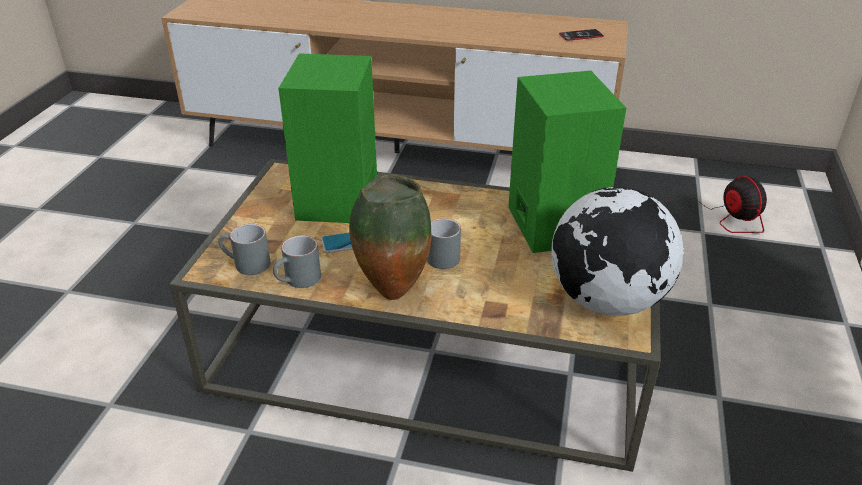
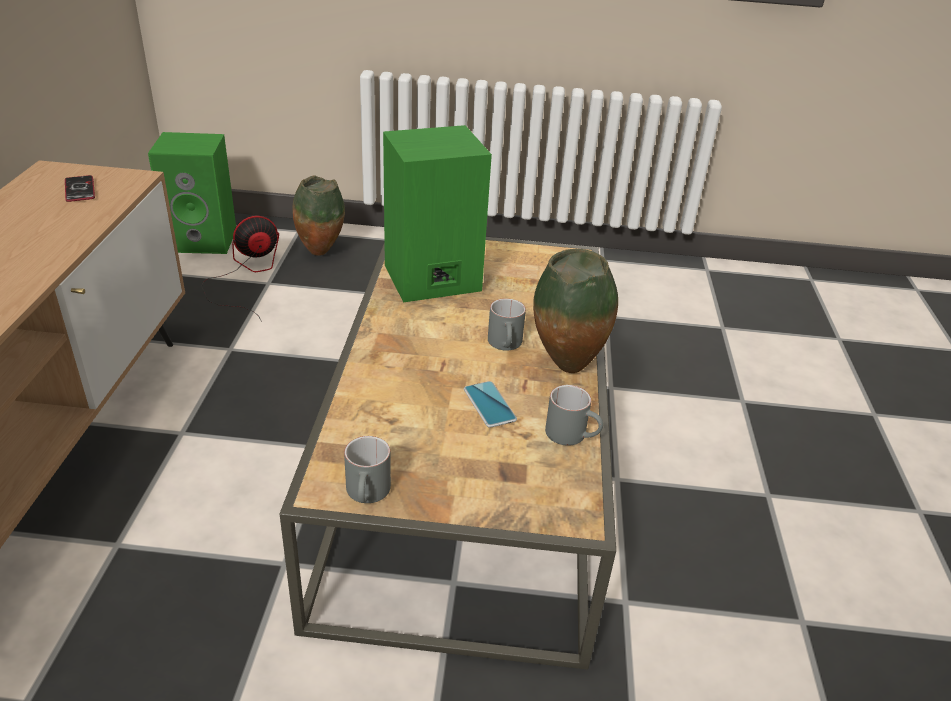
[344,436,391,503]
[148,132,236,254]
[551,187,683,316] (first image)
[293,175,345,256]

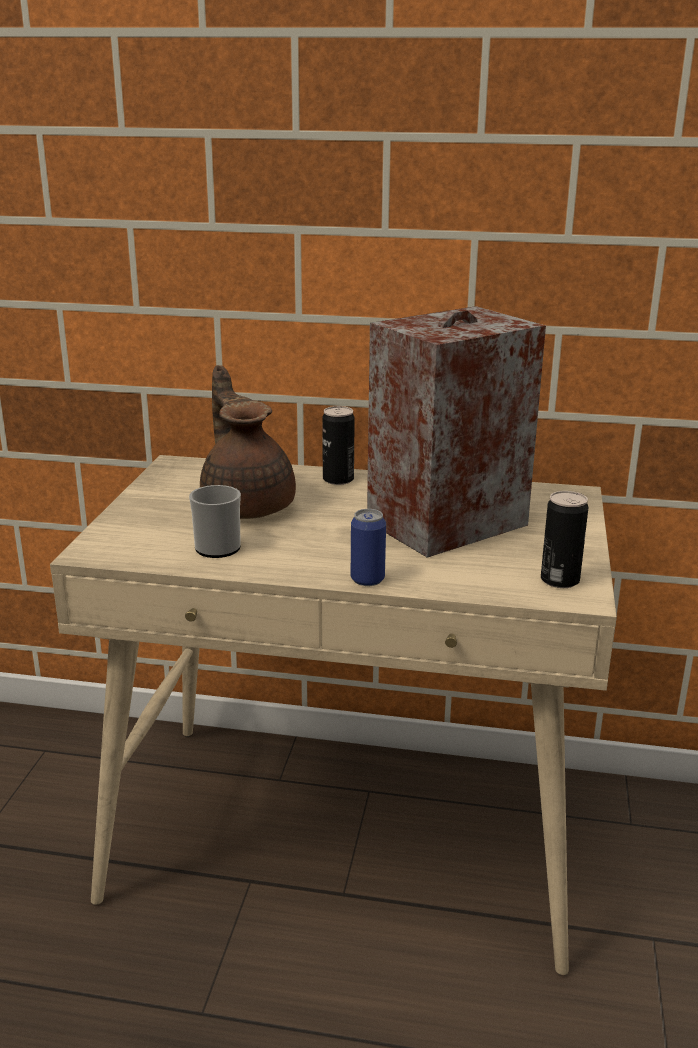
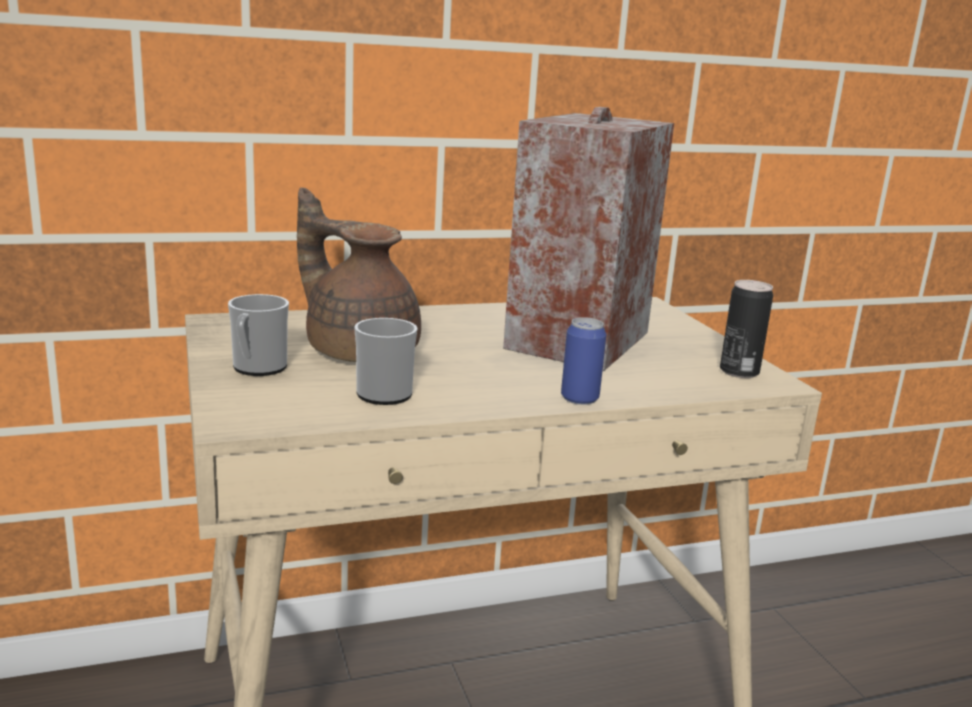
[322,406,355,485] (first image)
[228,294,289,376]

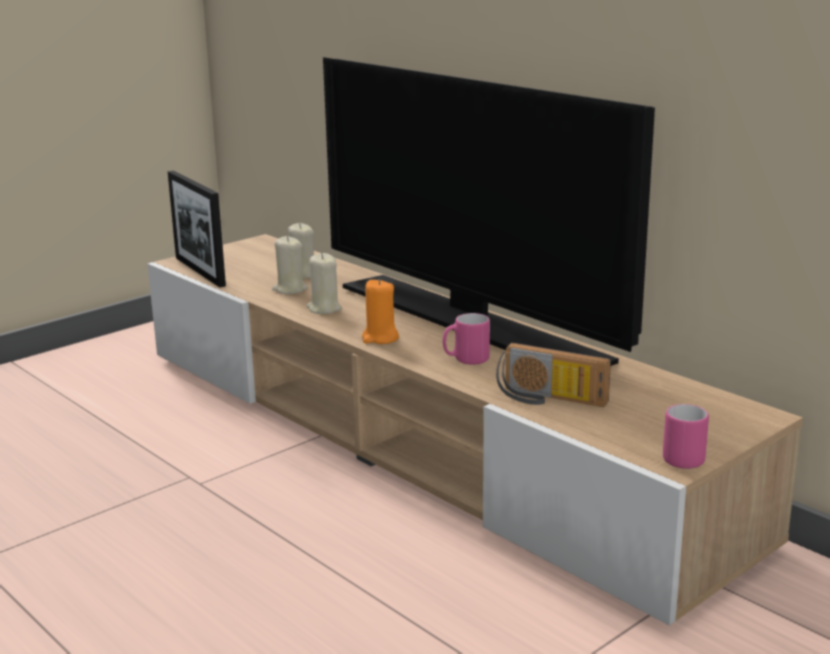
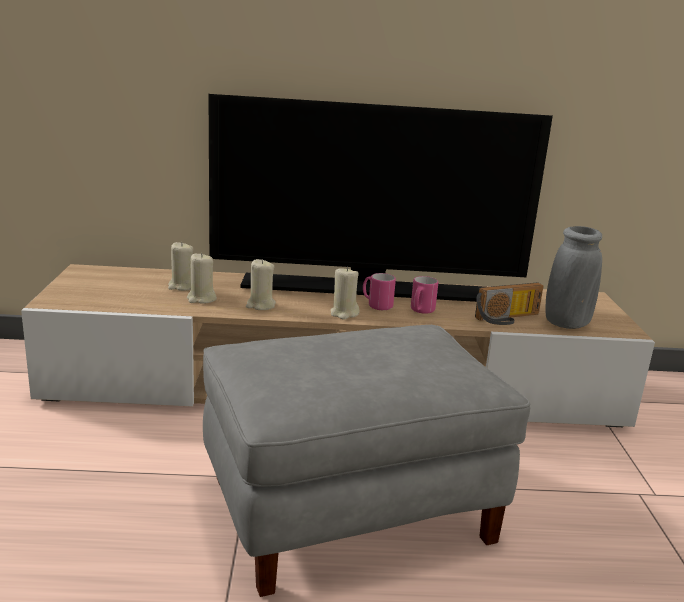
[168,171,226,288] (first image)
[331,267,359,320]
[363,273,396,310]
[203,325,530,597]
[546,226,602,329]

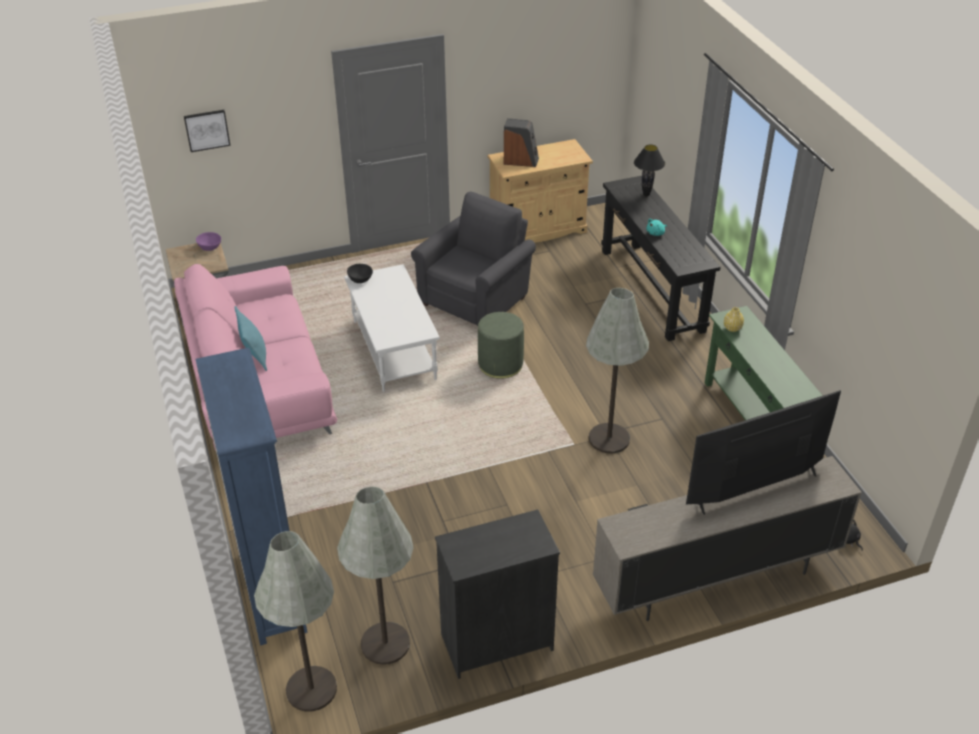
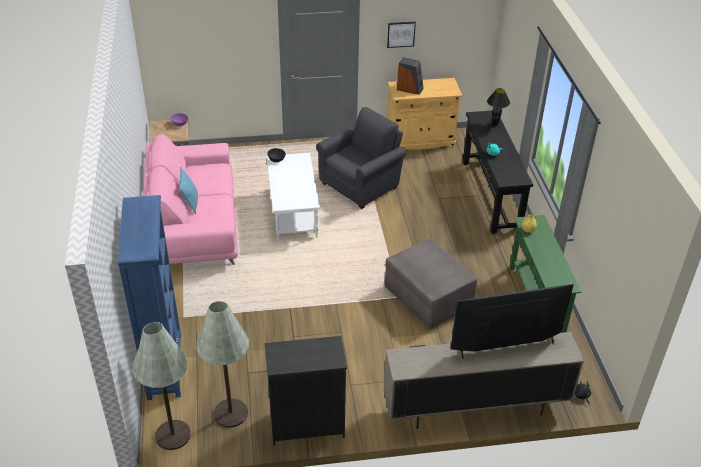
[387,22,416,48]
[478,312,524,379] (first image)
[385,239,477,329]

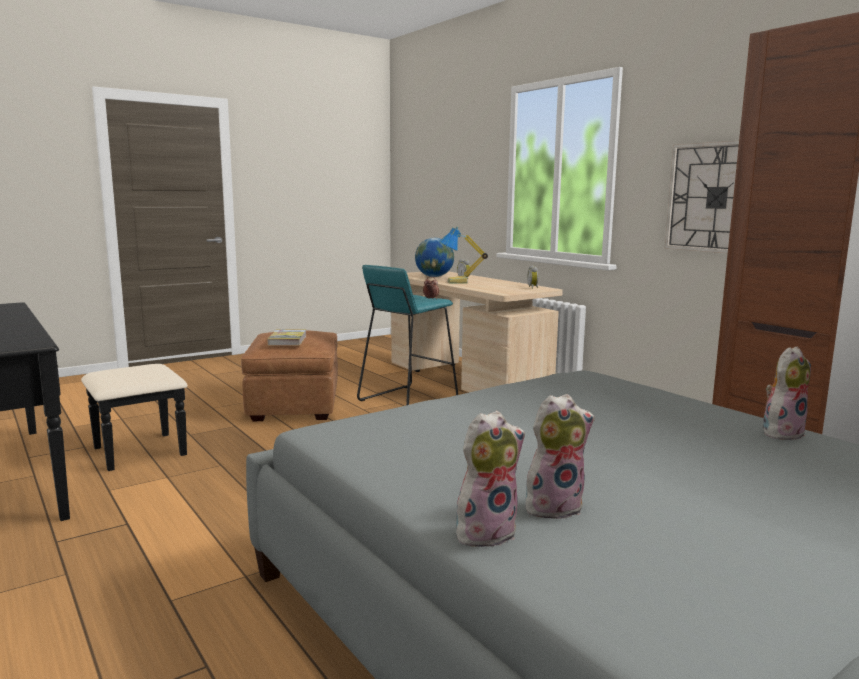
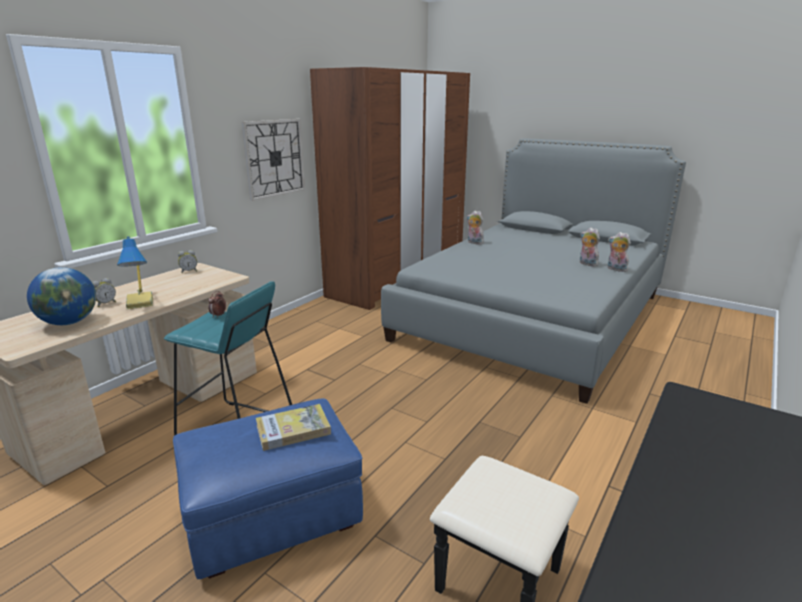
[173,398,363,579]

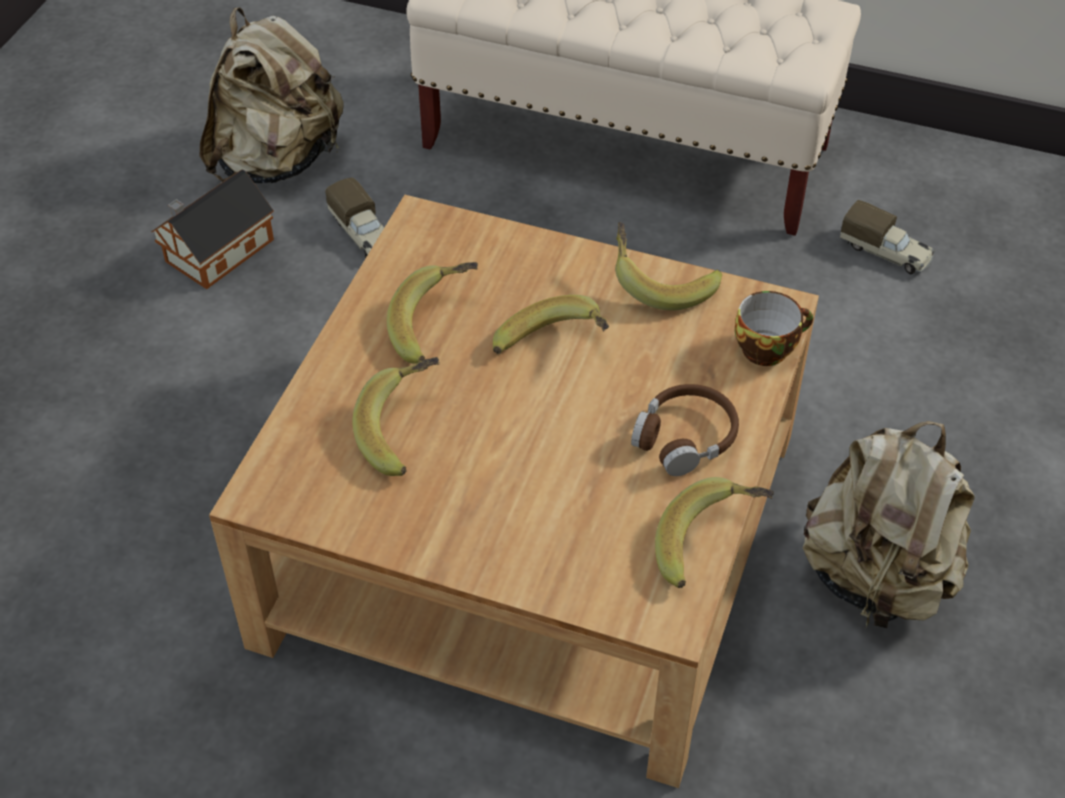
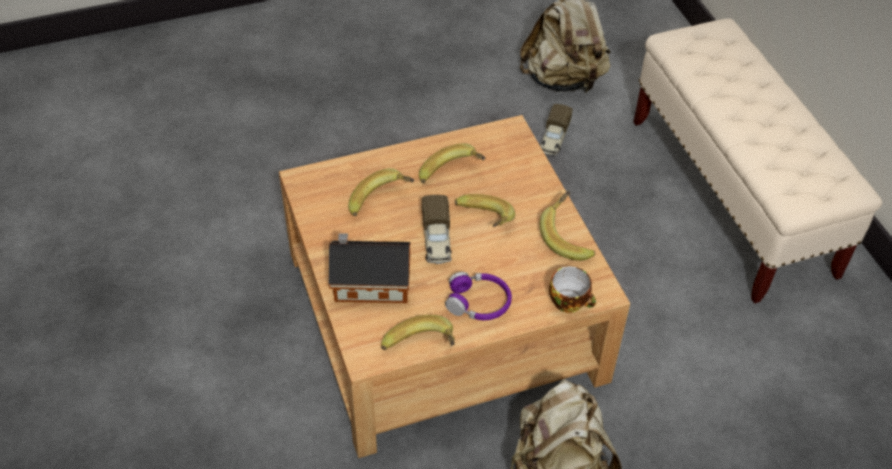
[329,233,411,303]
[445,272,512,320]
[422,195,452,264]

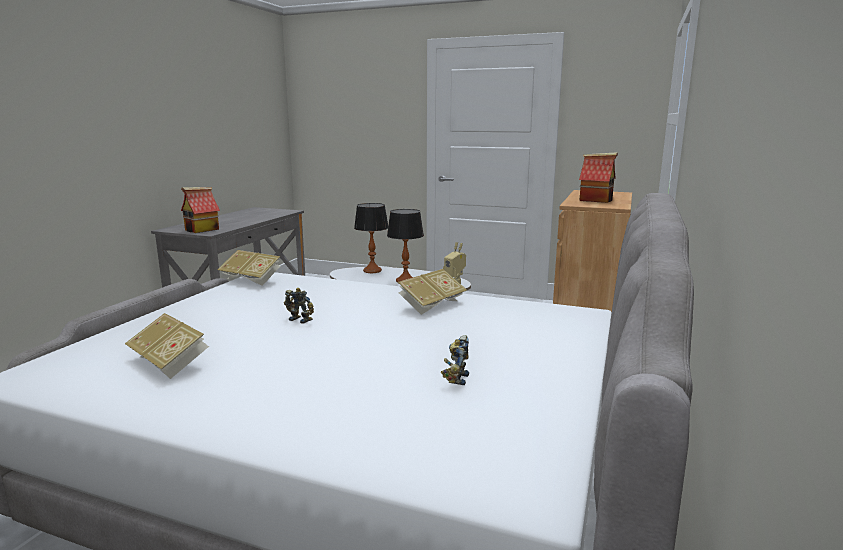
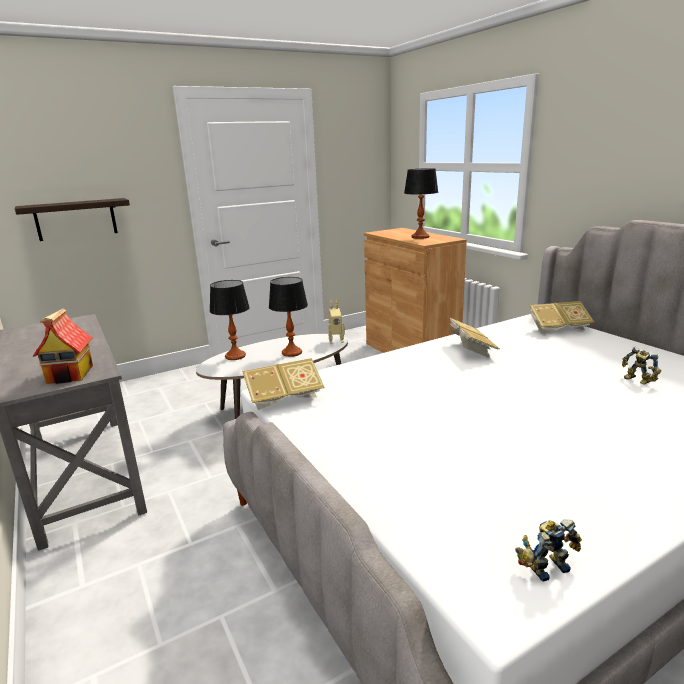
[529,301,595,334]
[515,520,582,582]
[404,168,438,239]
[15,198,130,241]

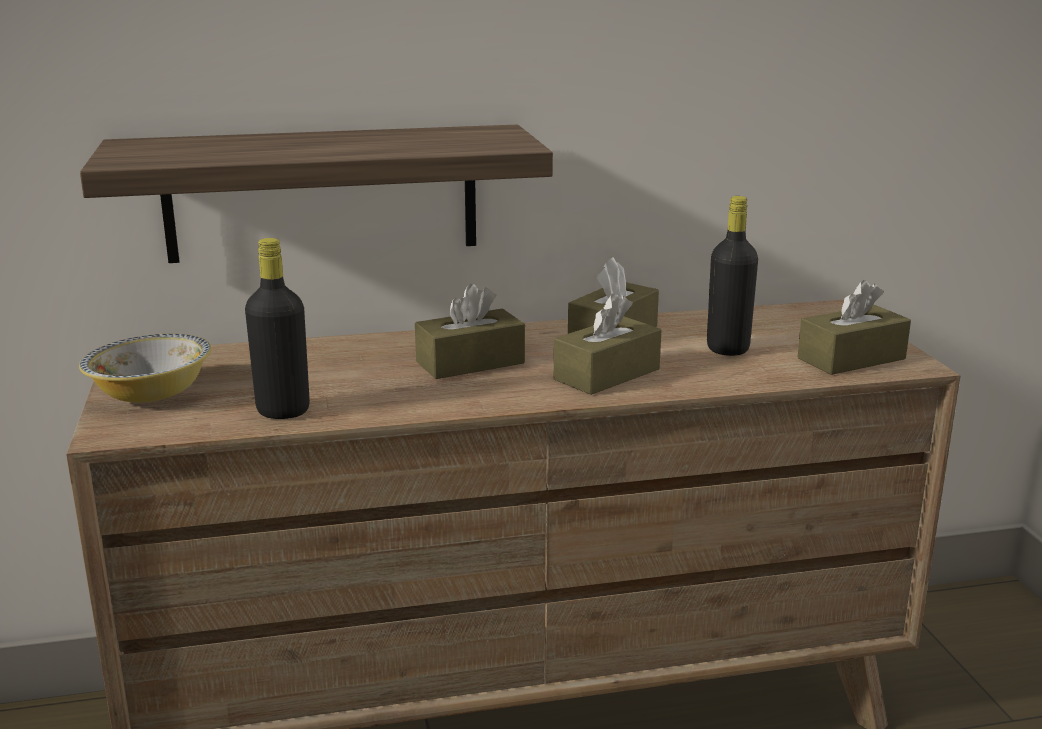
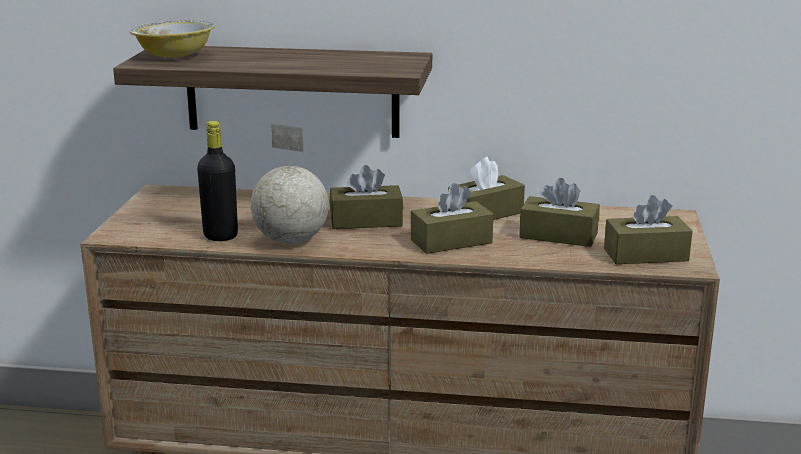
[130,20,215,57]
[519,178,600,247]
[251,124,329,244]

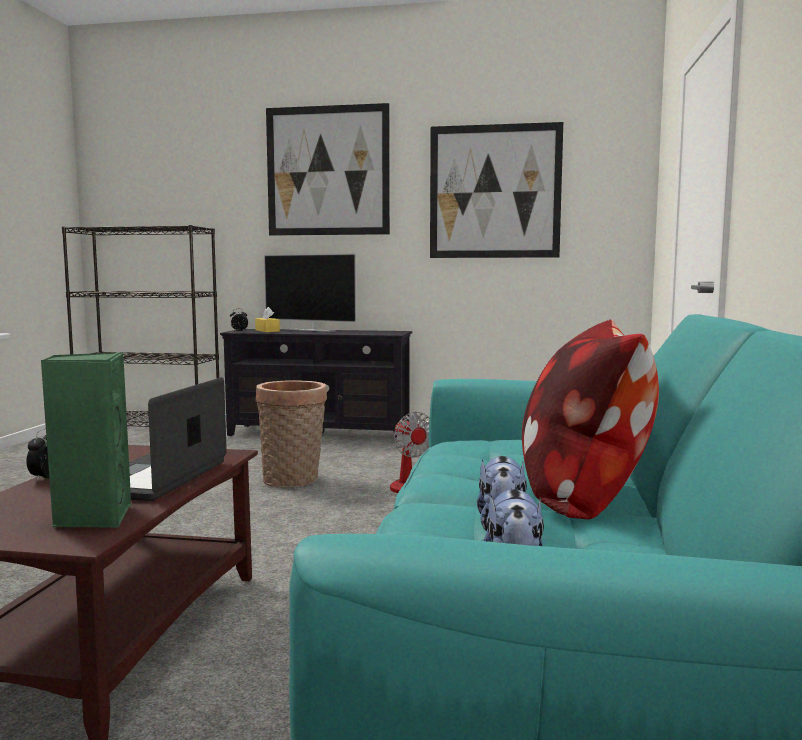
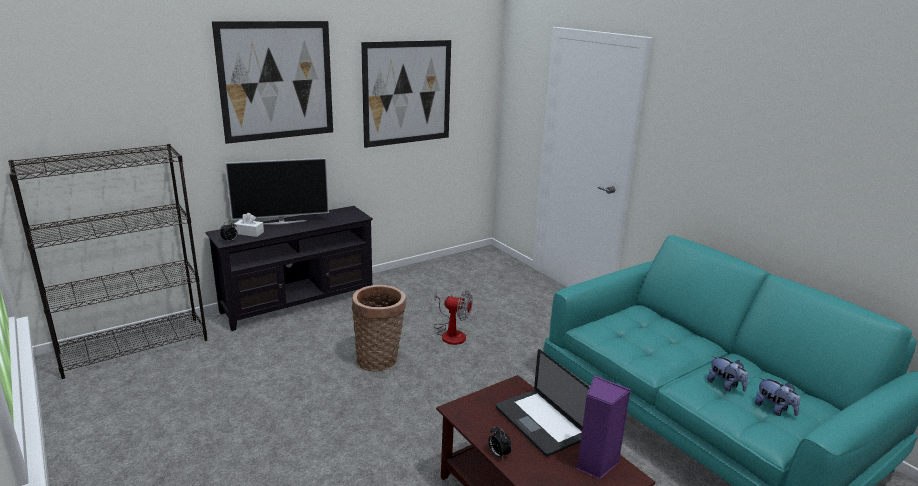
[577,376,631,479]
[234,213,264,237]
[522,320,659,519] (first image)

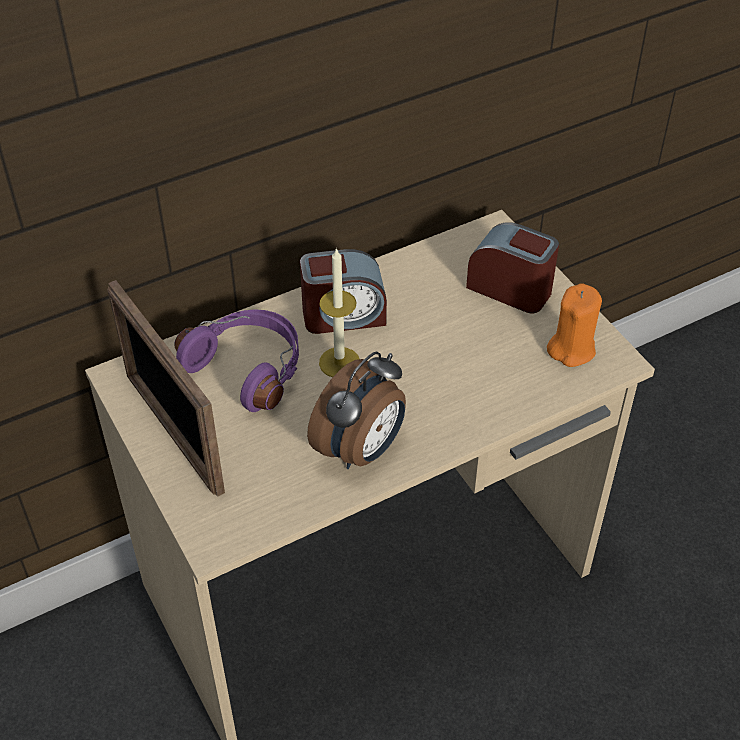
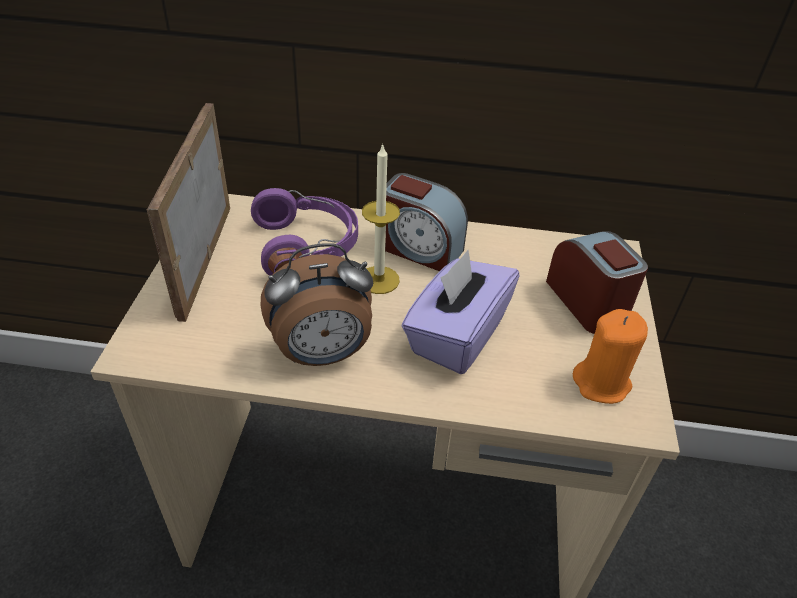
[402,250,520,374]

